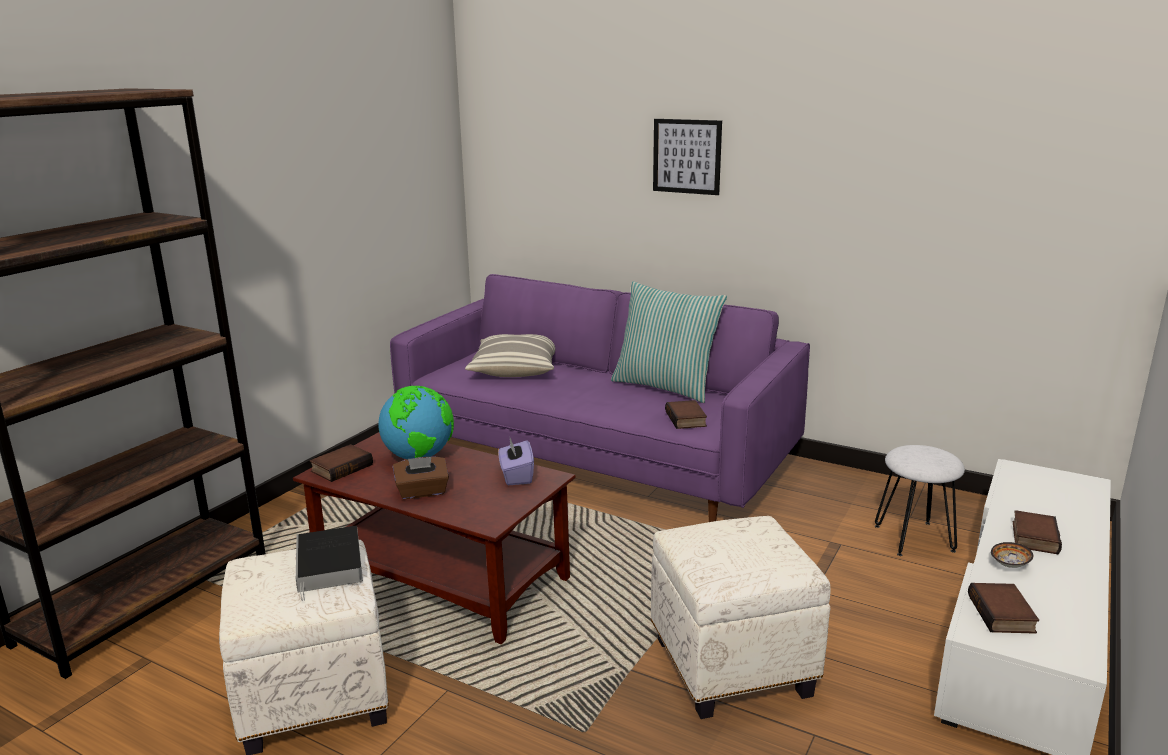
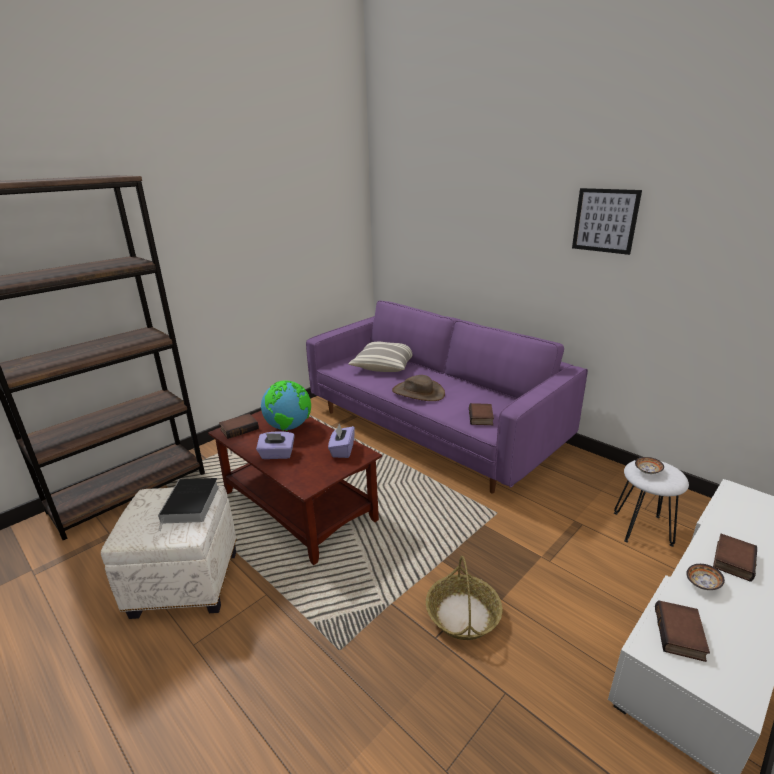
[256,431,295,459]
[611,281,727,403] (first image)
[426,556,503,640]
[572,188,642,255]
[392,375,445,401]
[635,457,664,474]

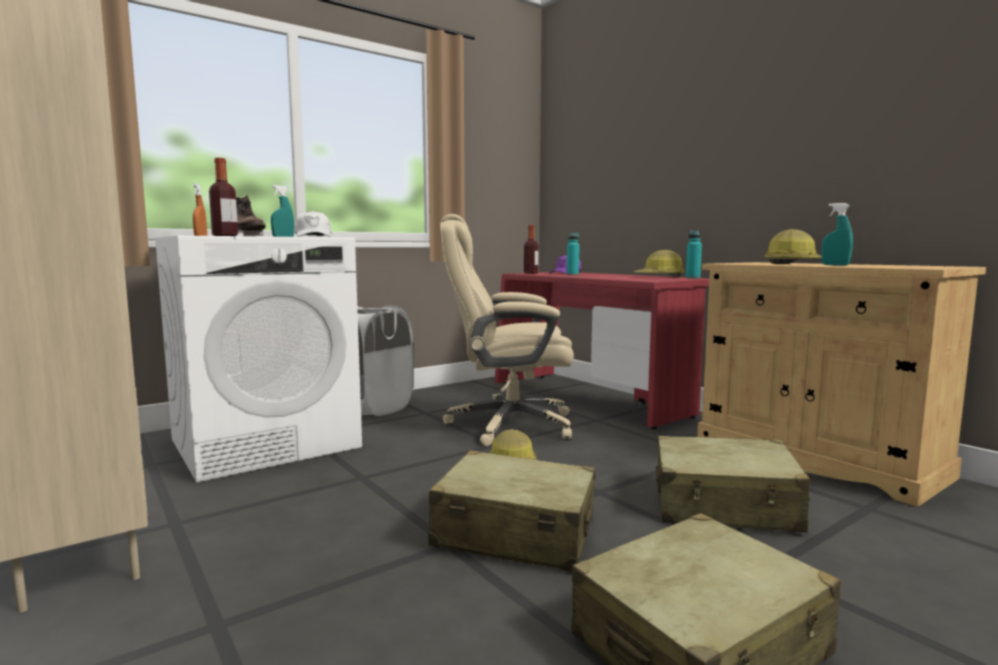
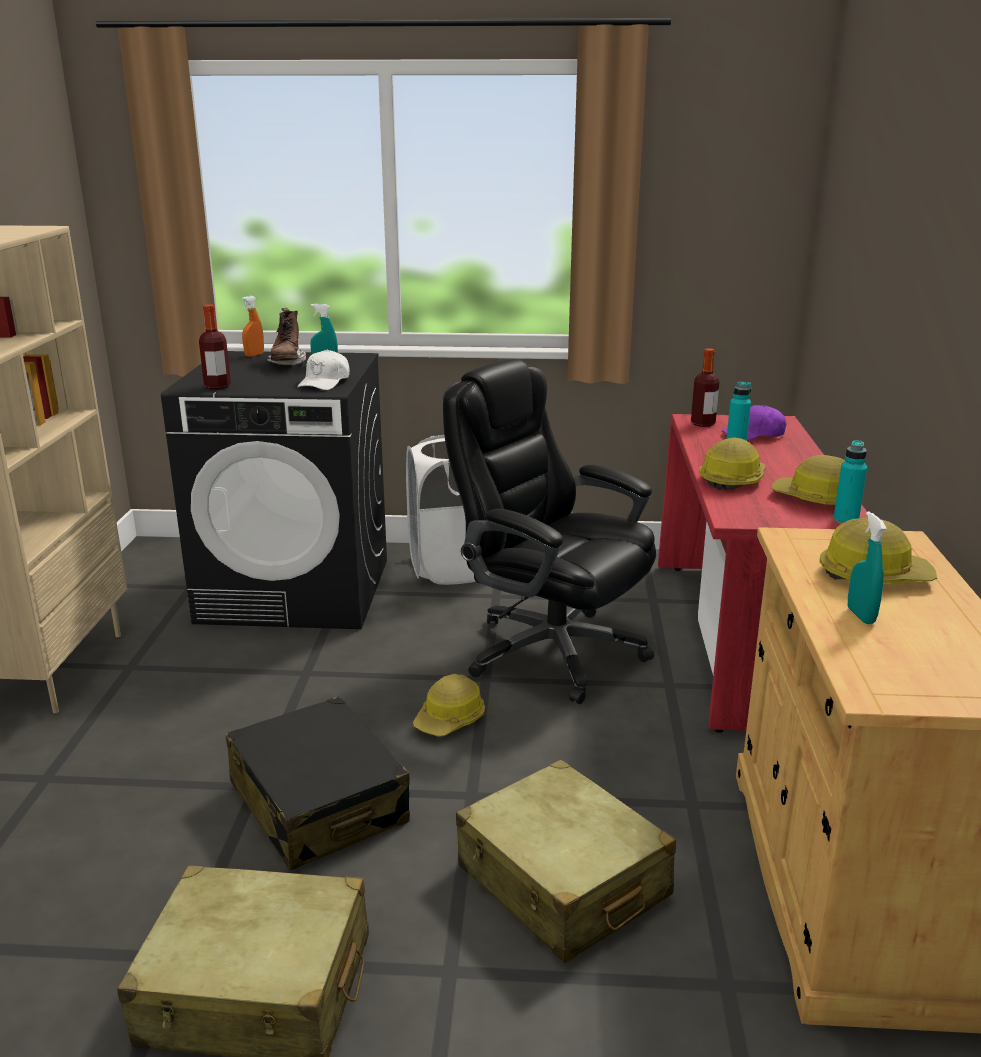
[161,351,387,629]
[226,696,410,871]
[443,359,656,704]
[699,438,766,490]

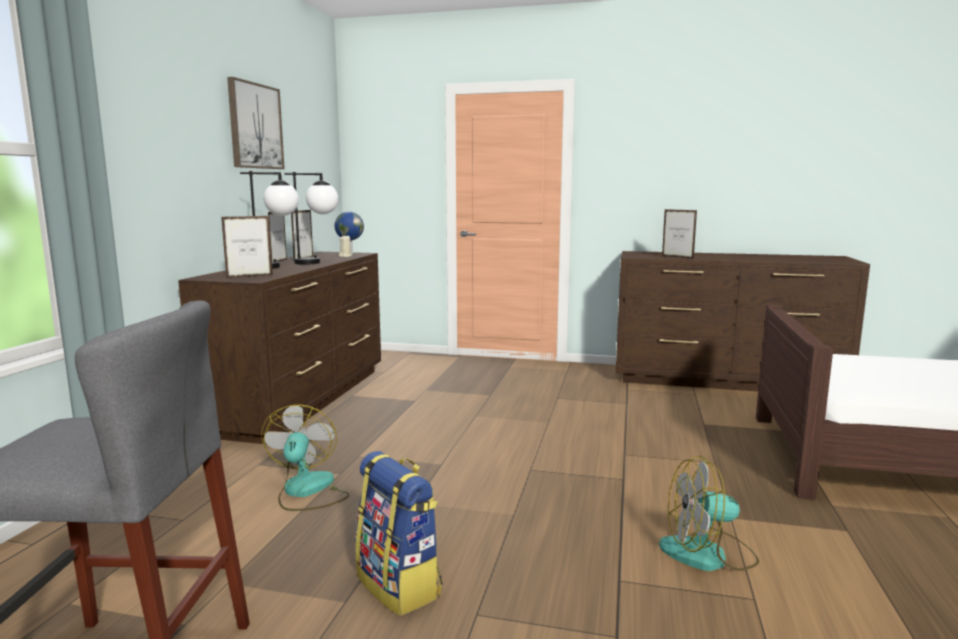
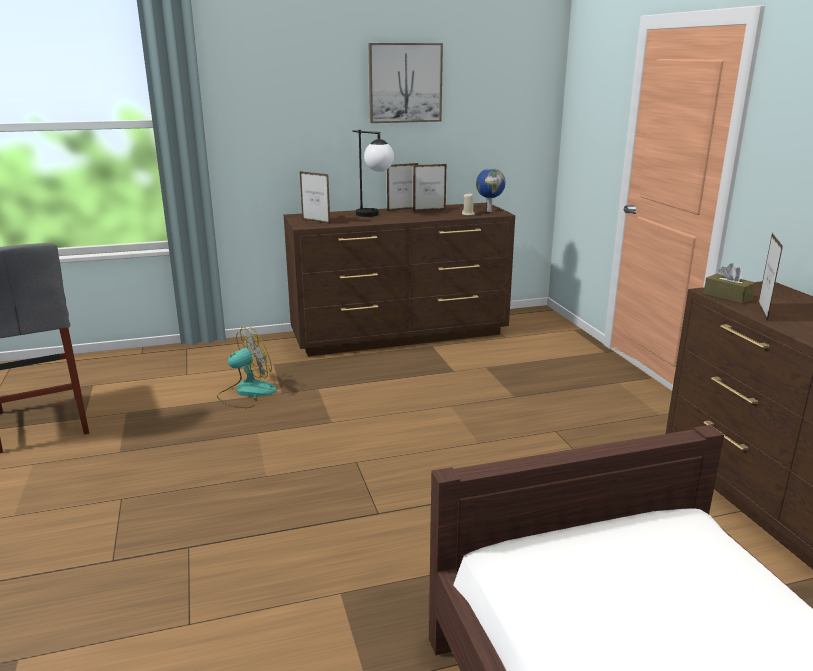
[284,172,338,265] (first image)
[355,451,443,616] (first image)
[659,456,759,571] (first image)
[704,263,756,304]

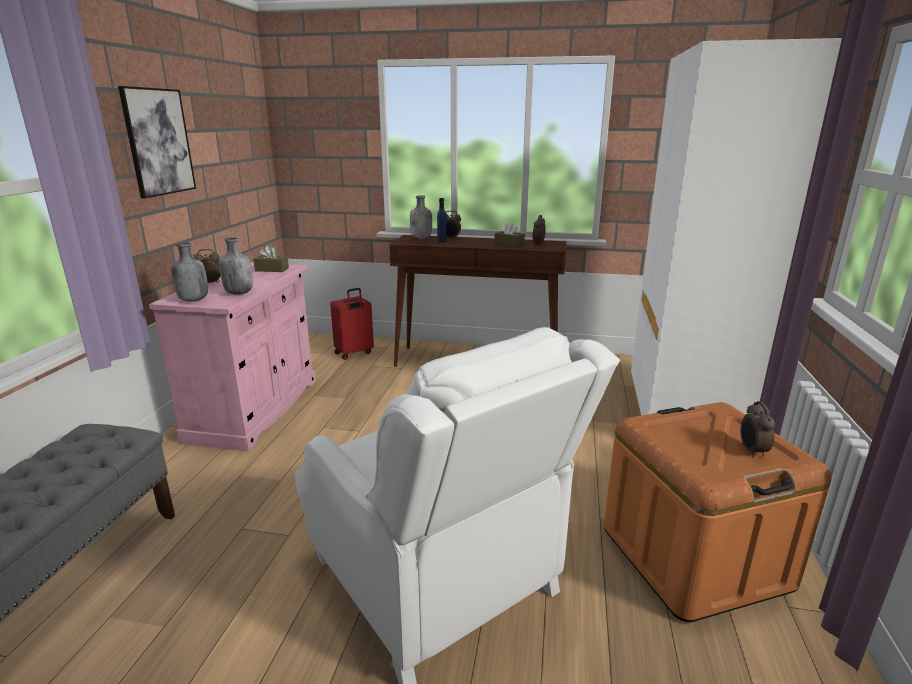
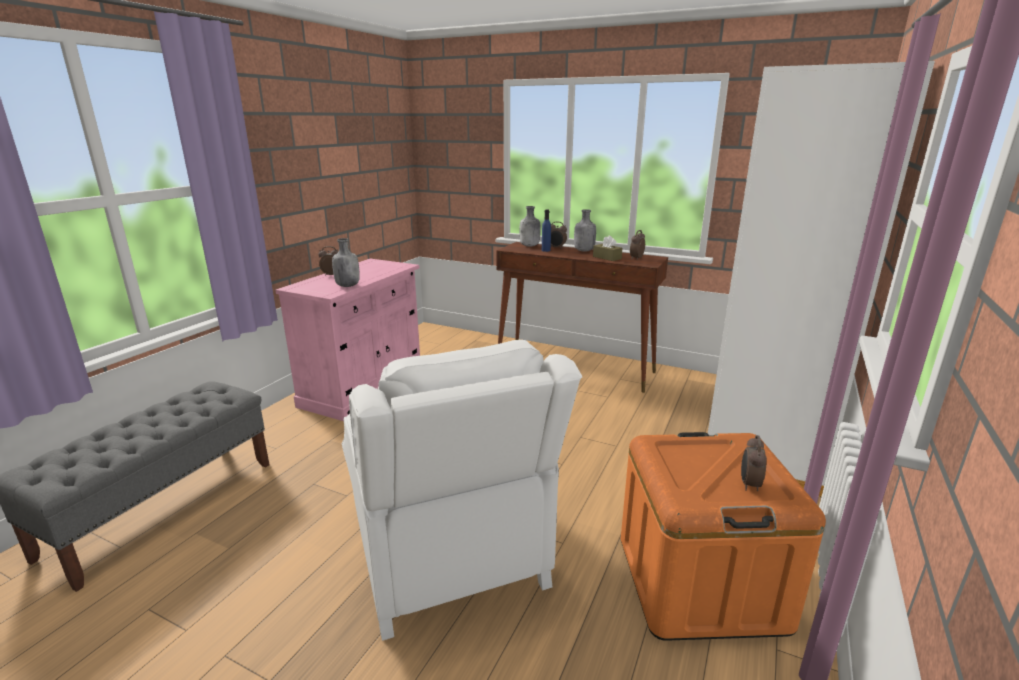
[118,86,196,198] (first image)
[574,209,596,252]
[253,245,289,272] (first image)
[330,288,374,360] (first image)

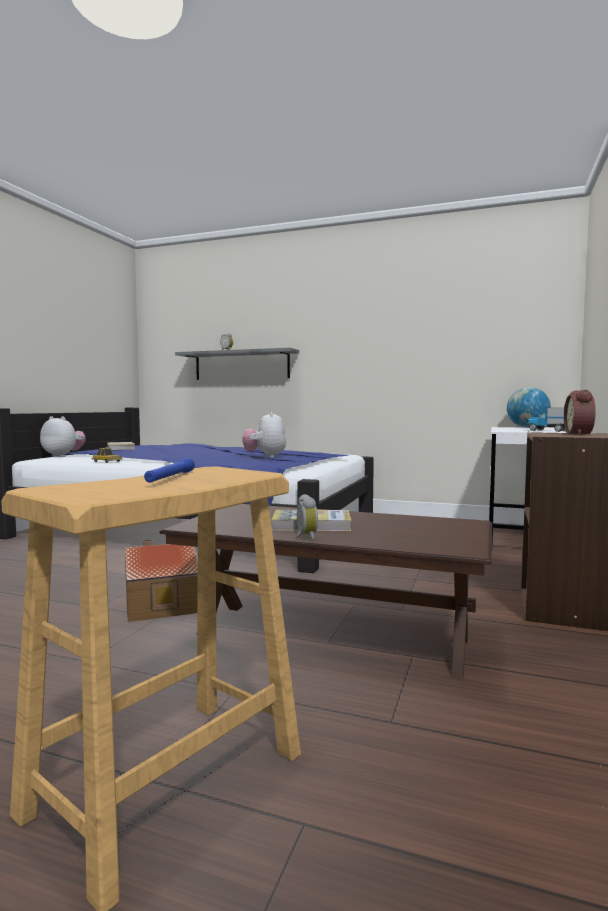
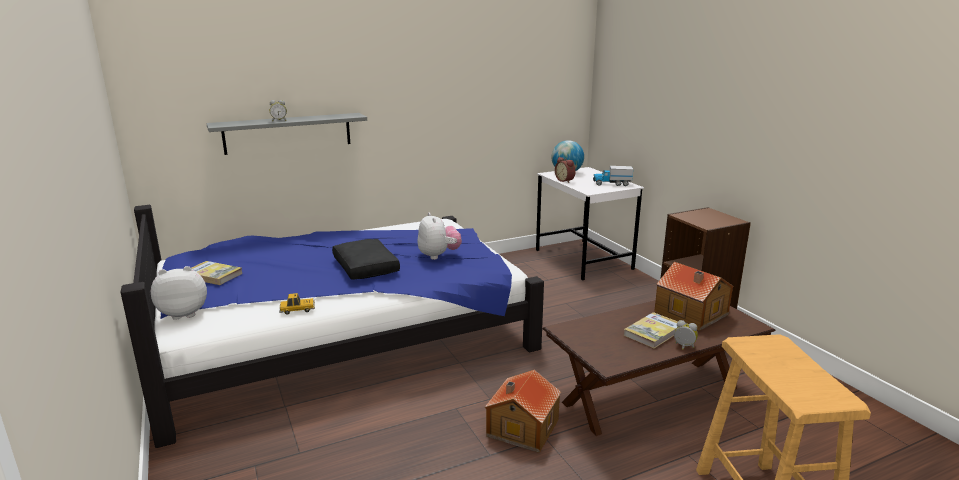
[144,458,195,483] (first image)
[417,212,462,260]
[555,157,575,183]
[332,239,400,280]
[654,262,734,331]

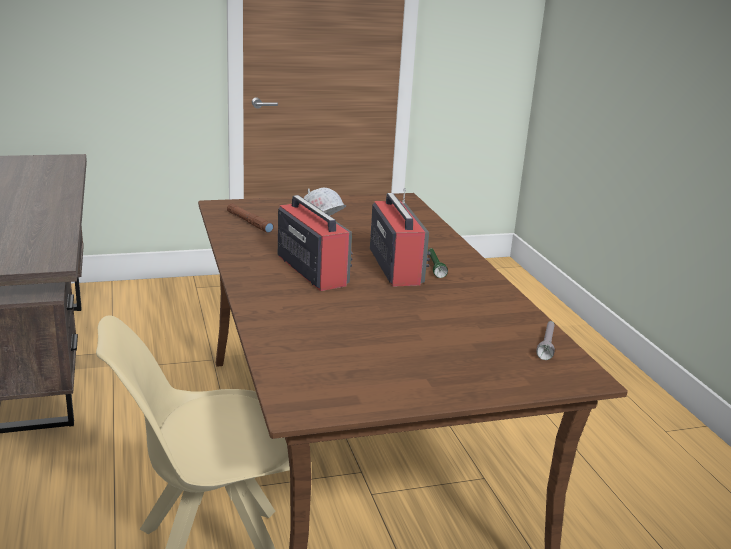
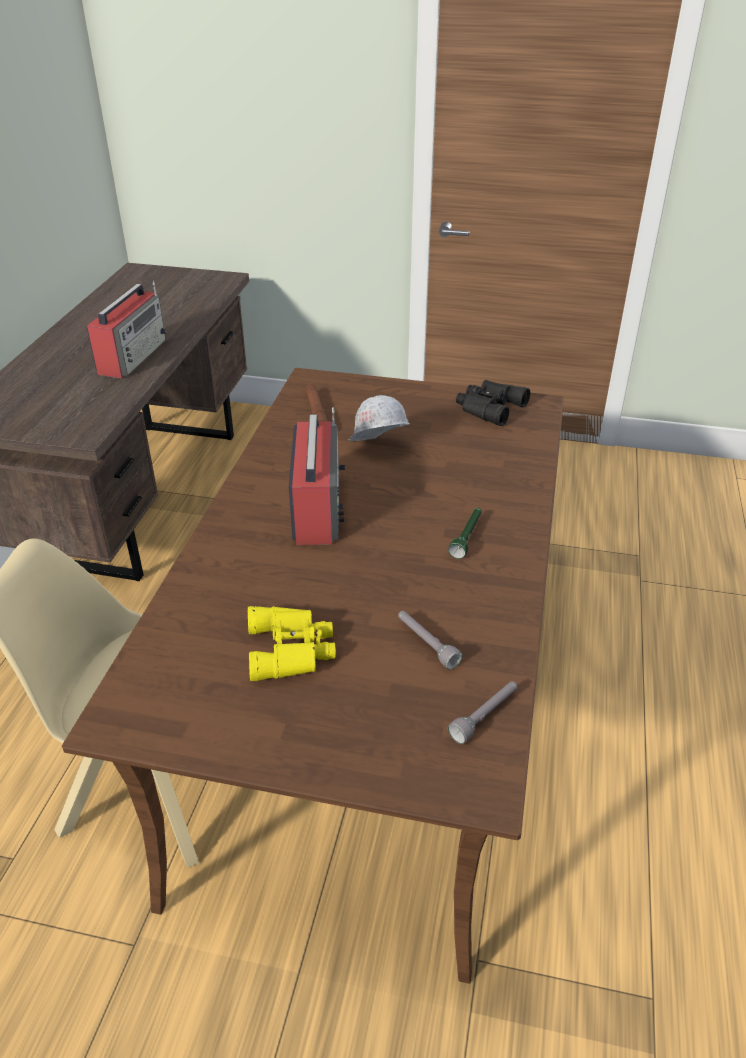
[87,281,167,378]
[248,606,336,681]
[398,611,463,670]
[456,380,530,426]

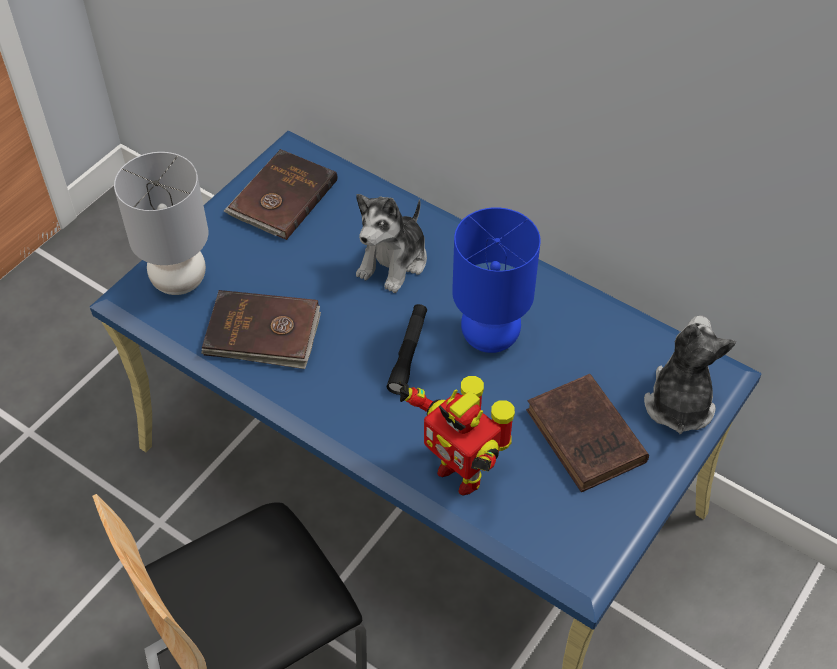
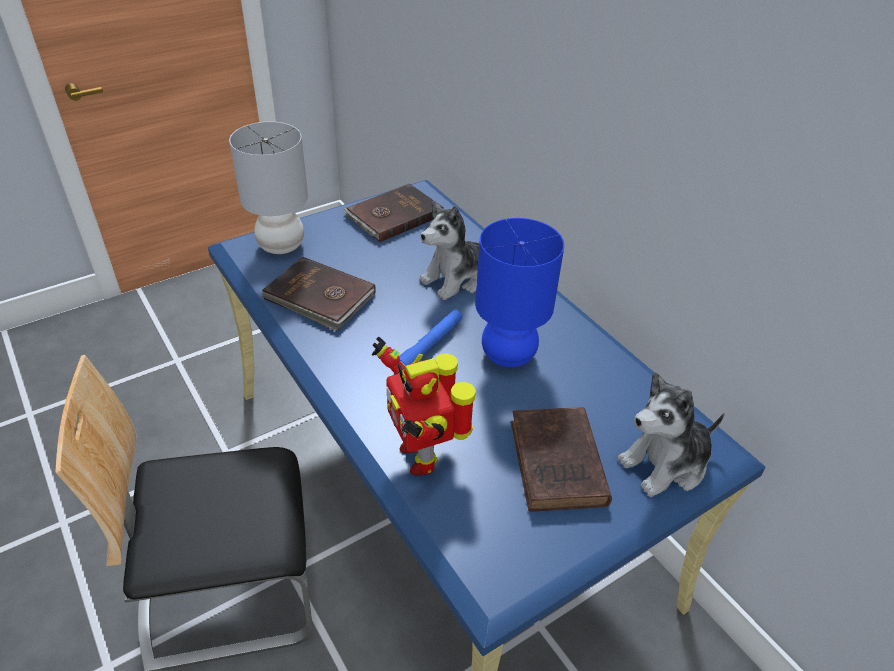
[399,310,462,367]
[617,372,725,497]

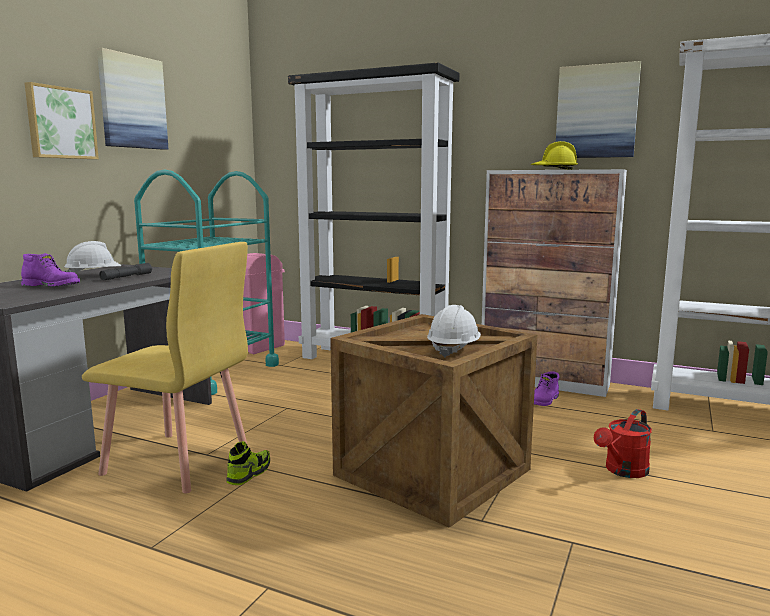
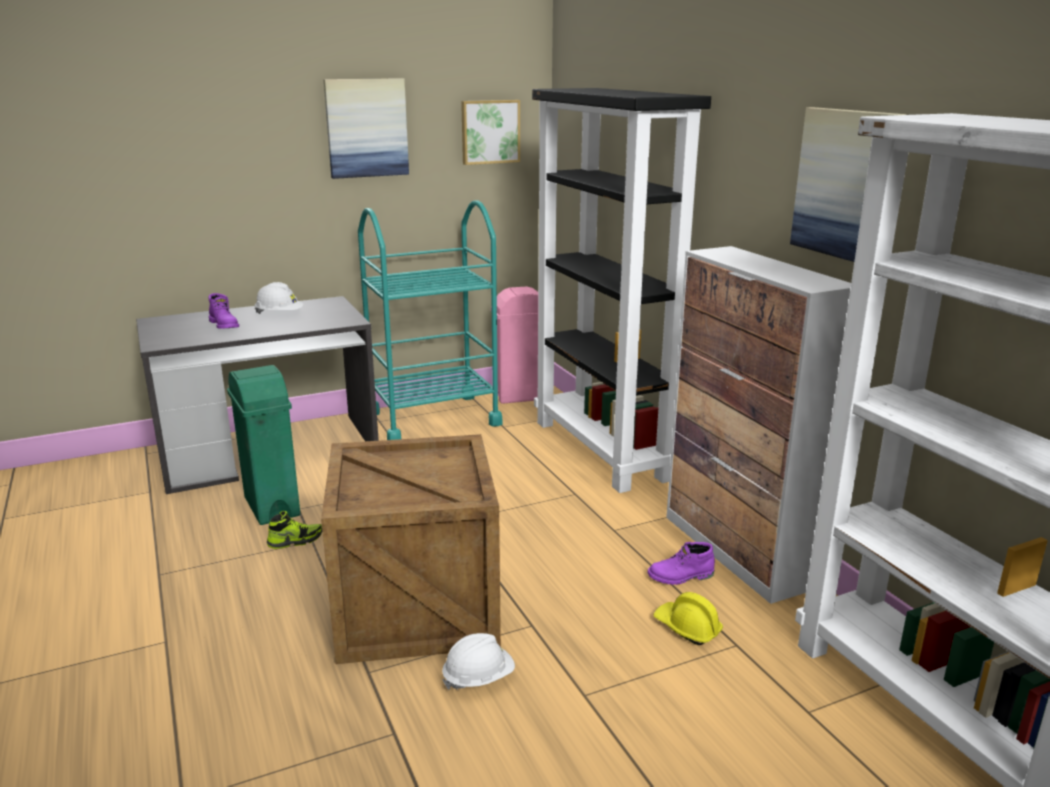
[461,100,520,165]
[227,365,300,525]
[99,263,152,280] (first image)
[442,633,515,690]
[653,592,723,645]
[594,409,652,478] (first image)

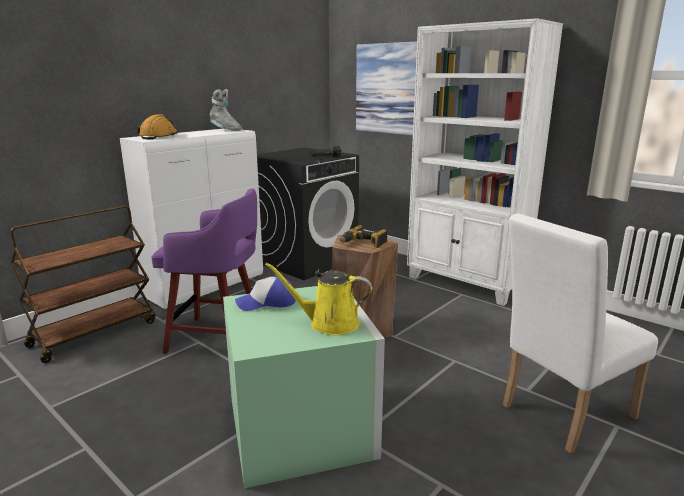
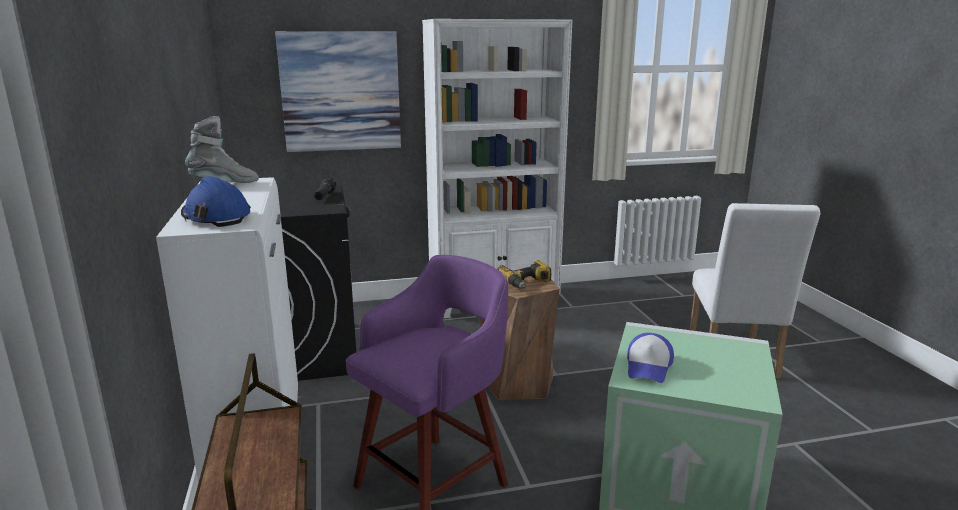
[181,176,251,227]
[265,263,372,335] (first image)

